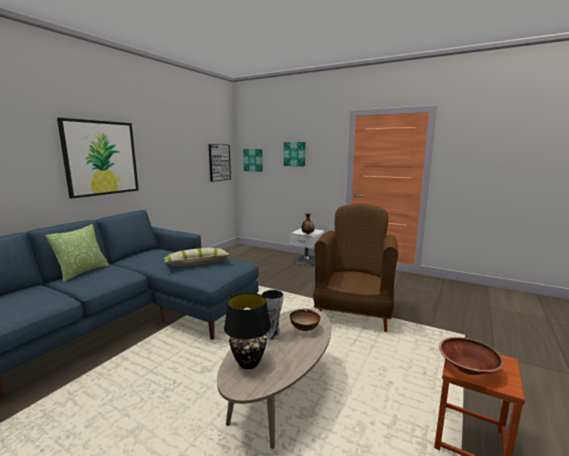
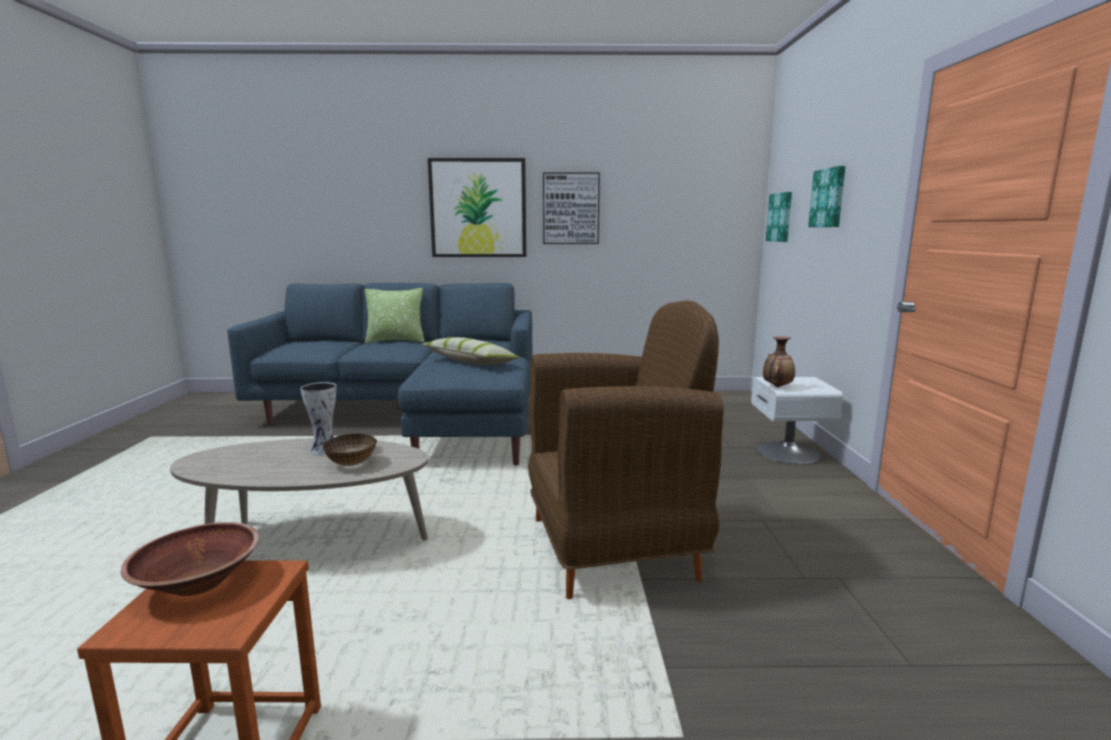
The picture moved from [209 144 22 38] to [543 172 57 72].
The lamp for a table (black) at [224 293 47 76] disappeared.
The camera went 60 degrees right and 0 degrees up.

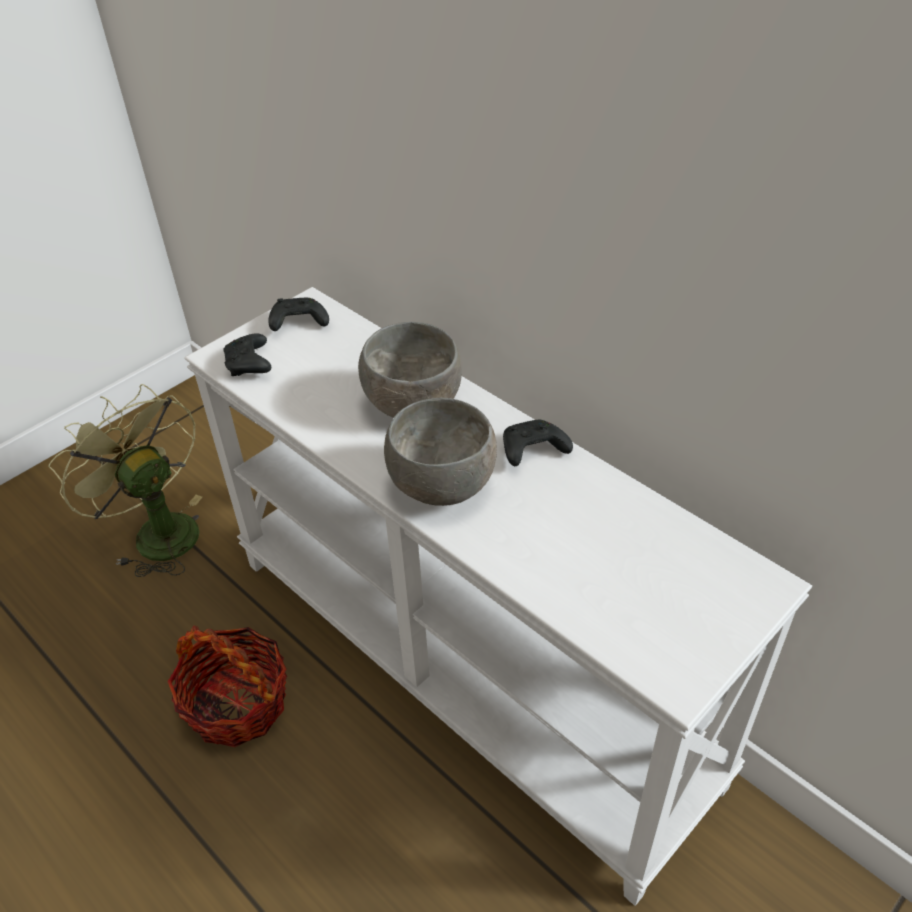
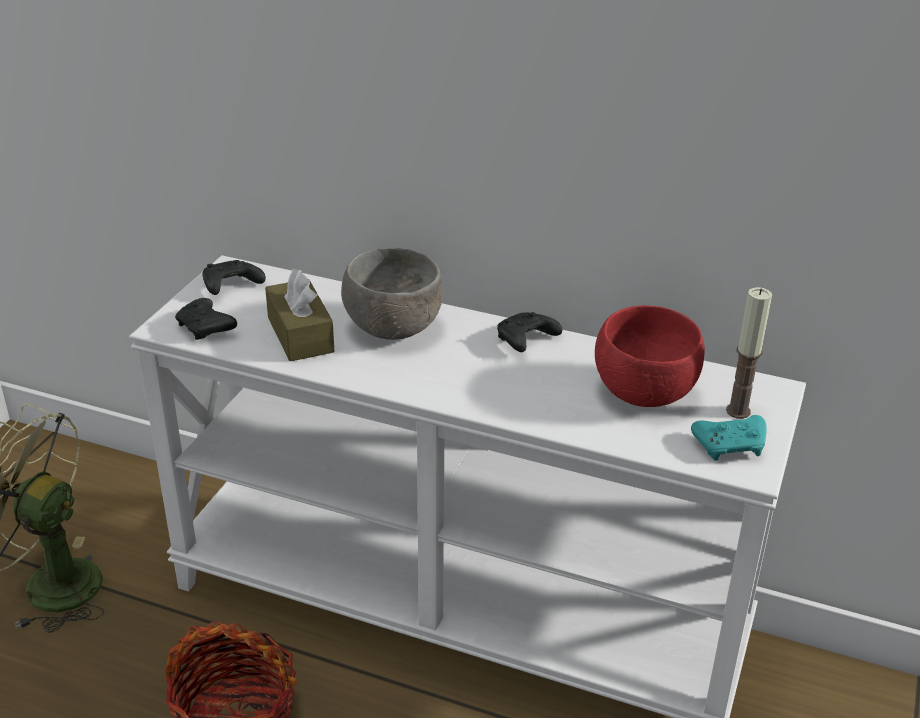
The bowl (grey) at [384 398 113 108] disappeared.
The box of tissues (brown-coloured) at [265 269 69 92] appeared.
The wax candle at [726 287 46 132] appeared.
The bowl (red-coloured) at [595 305 110 102] appeared.
The joypad (turquoise-coloured) at [691 415 75 46] appeared.
The camera went 25 degrees left and 10 degrees down.

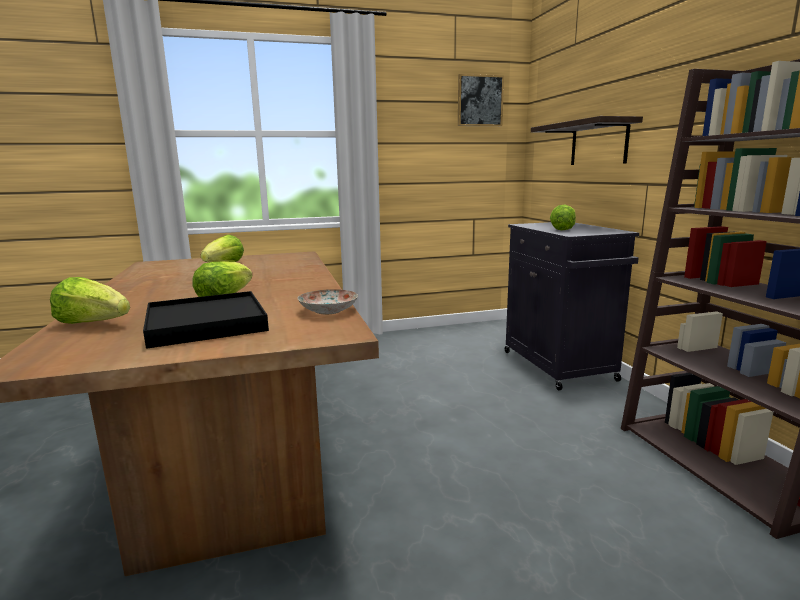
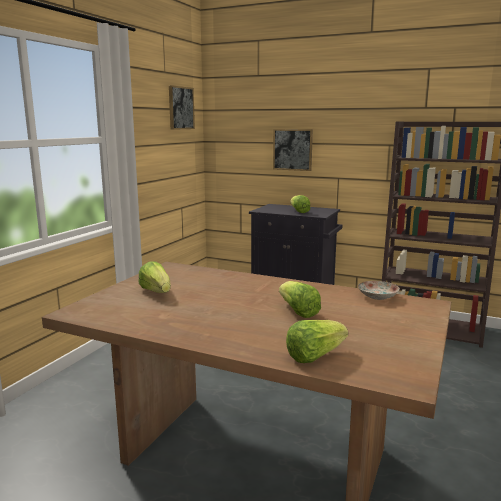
The bracket shelf at [531 116 112 49] was replaced by the picture at [273 129 40 42].
The carrying tray (black) at [143 291 126 58] disappeared.
The camera went 50 degrees left and 0 degrees up.

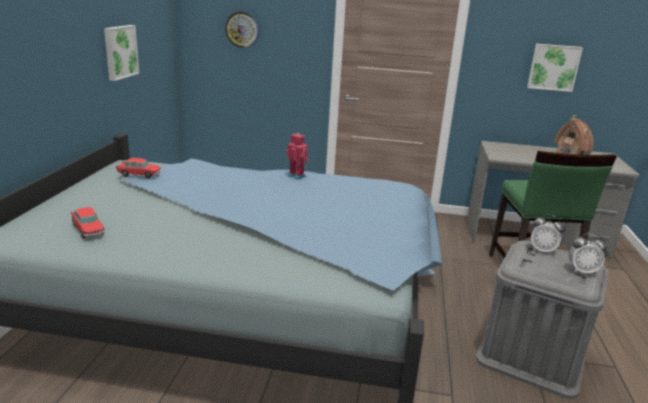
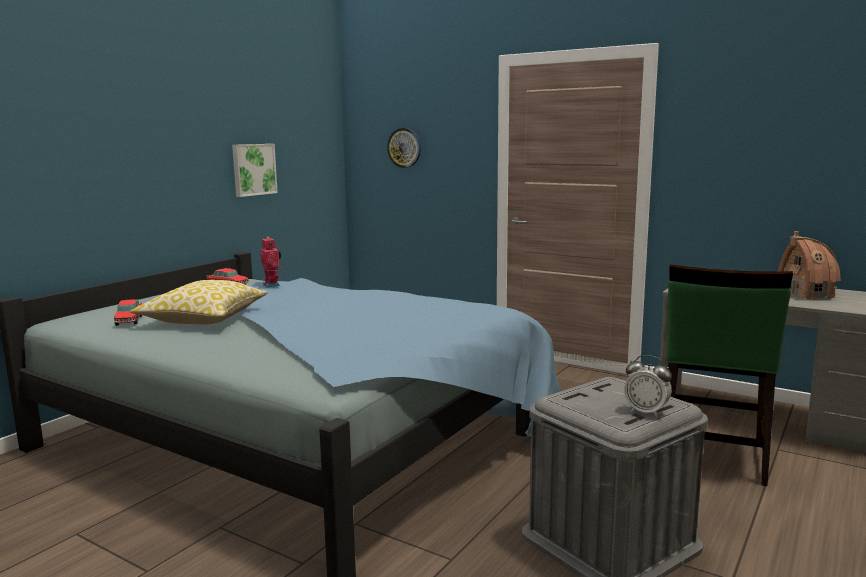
The picture at [527 44 56 48] disappeared.
The model robot moved from [286 132 24 48] to [261 237 20 50].
The alarm clock at [531 215 34 40] disappeared.
The cushion at [130 280 138 44] appeared.
The camera went 25 degrees right and 10 degrees down.

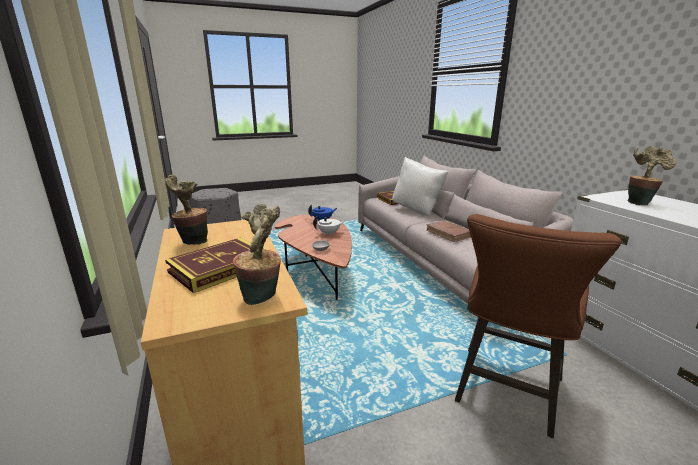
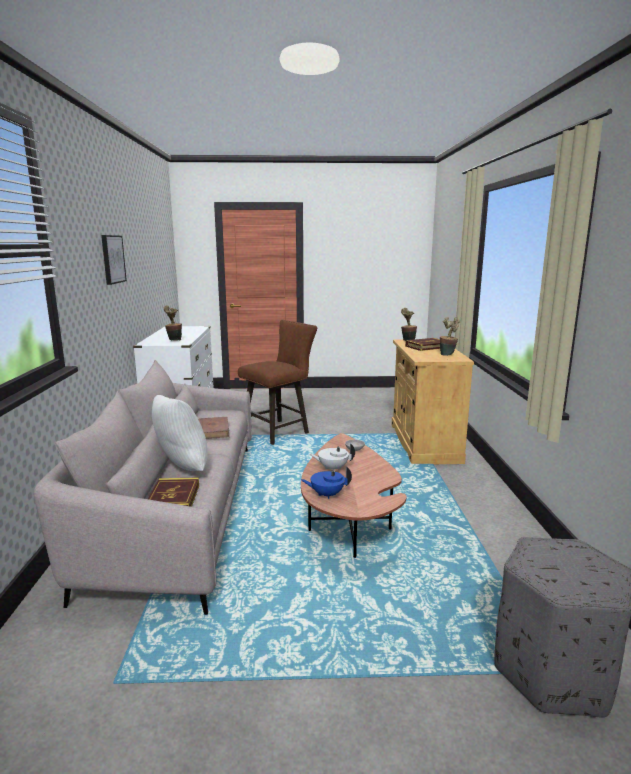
The picture at [101 235 26 50] appeared.
The camera went 160 degrees left and 5 degrees down.

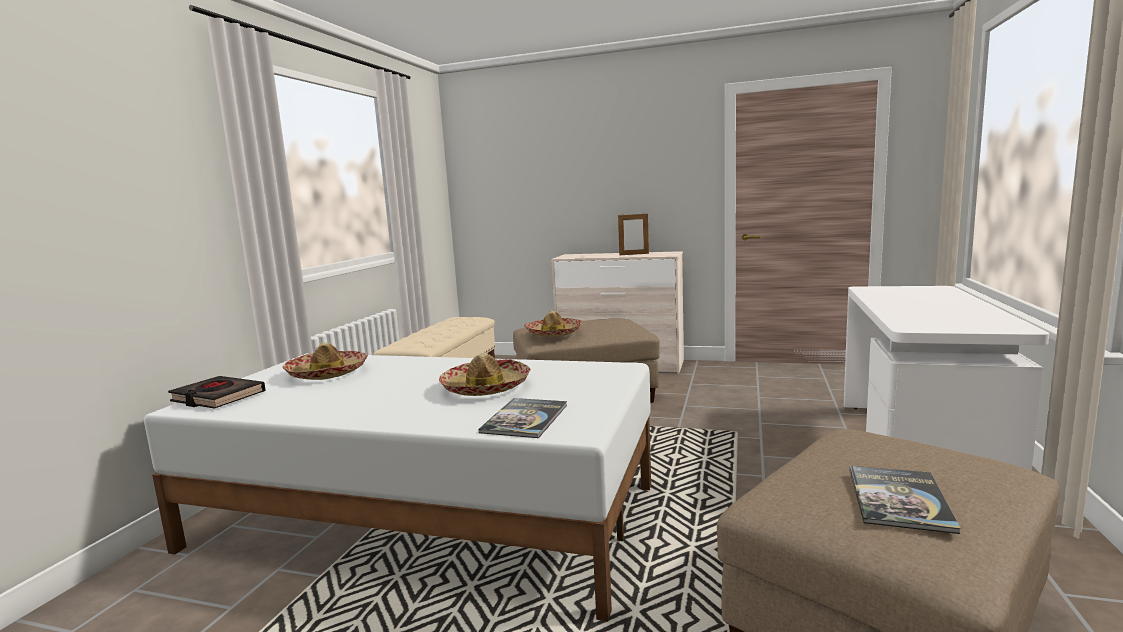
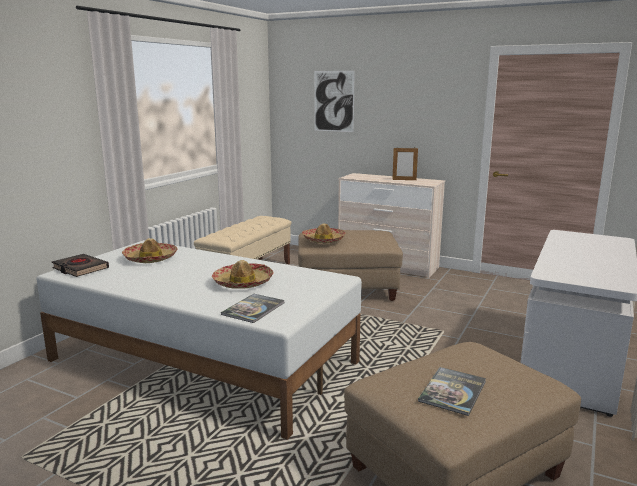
The picture at [314 71 41 61] appeared.
The camera went 10 degrees right and 5 degrees up.

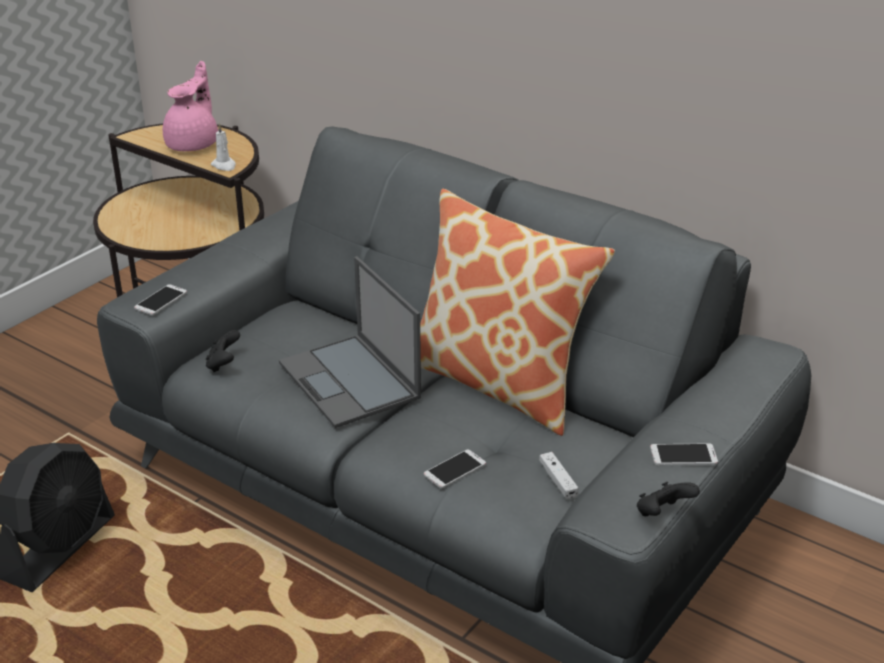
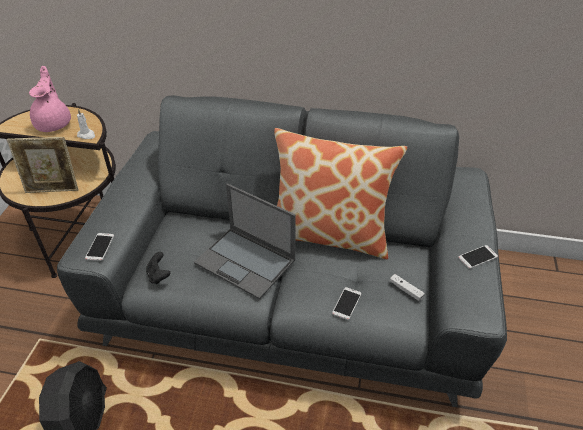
The joypad (black) at [637 482 63 34] disappeared.
The standing frame at [7 137 71 56] appeared.
The camera went 25 degrees left and 10 degrees up.

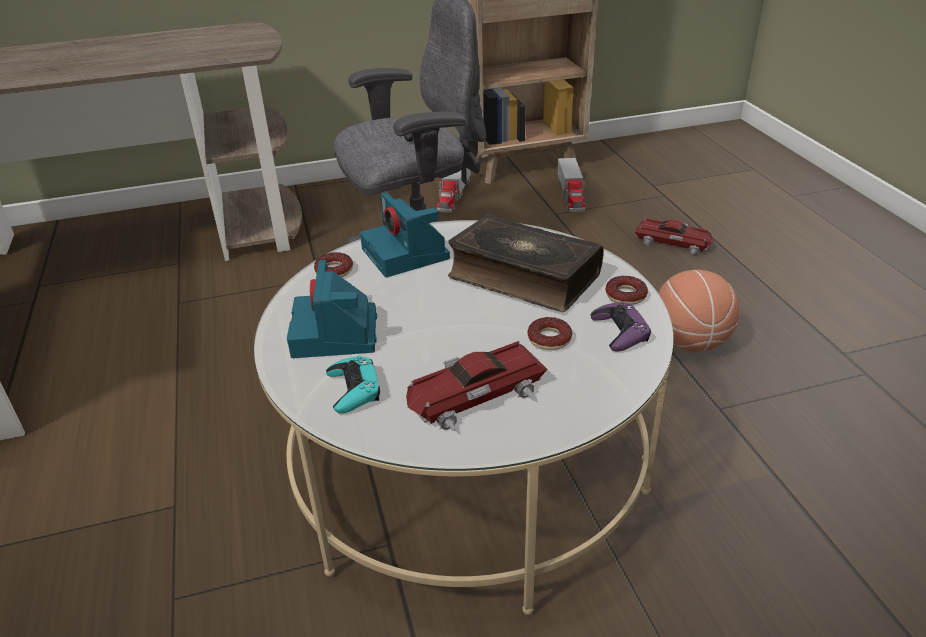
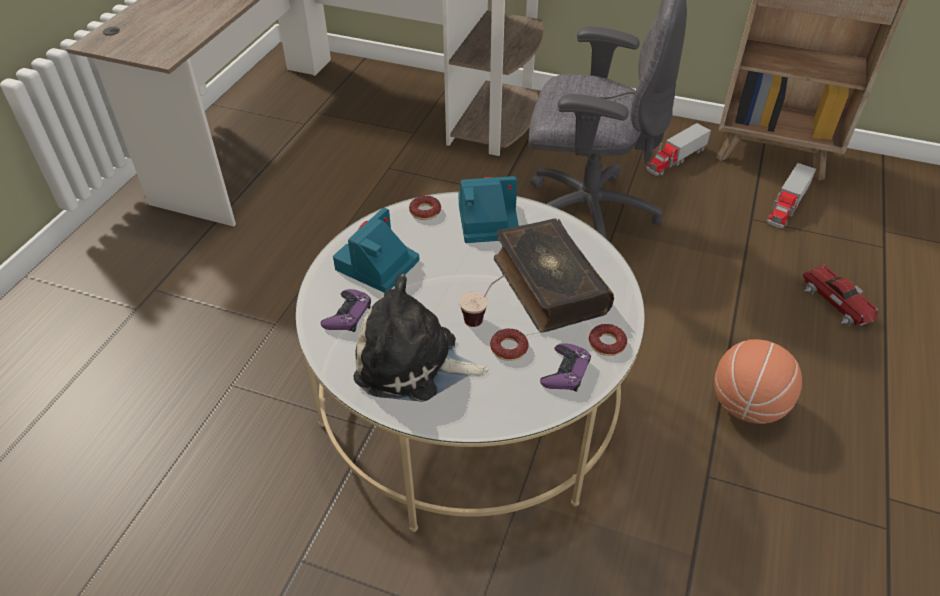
The still camera at [360 192 90 85] turned 75 degrees clockwise.
The model car at [406 341 142 90] was replaced by the cuddly toy at [354 273 134 129].
The joypad (turquoise-coloured) at [326 356 54 58] became the joypad (purplish) at [320 289 51 43].
The cup at [460 274 46 53] appeared.
The camera went 35 degrees right and 10 degrees up.

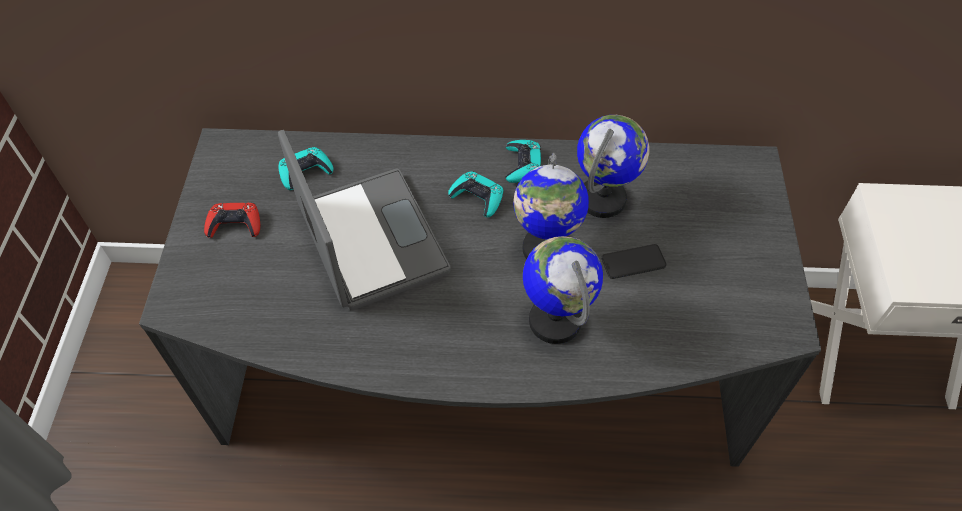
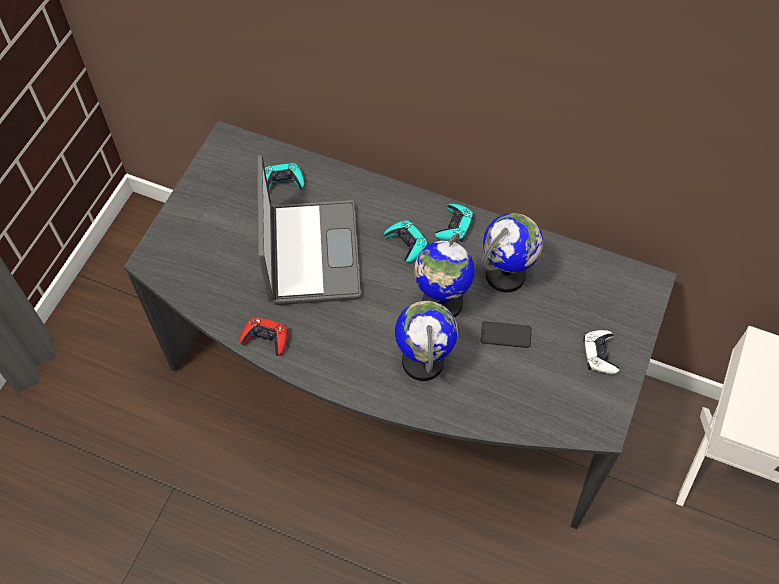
The joypad (red-coloured) moved from [204 203 56 35] to [239 316 48 40].
The joypad (white) at [583 330 37 44] appeared.
The camera went 20 degrees right and 5 degrees up.

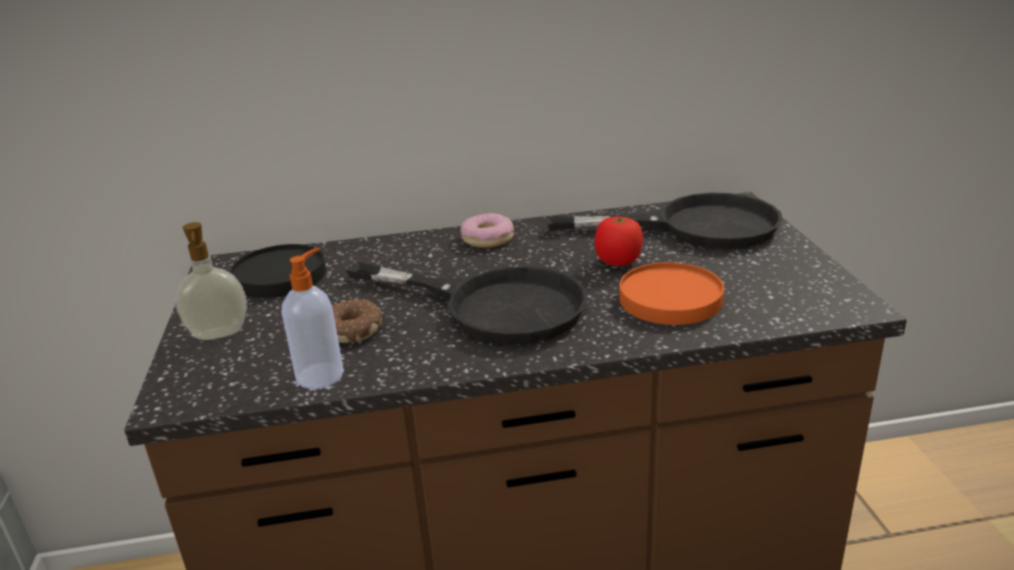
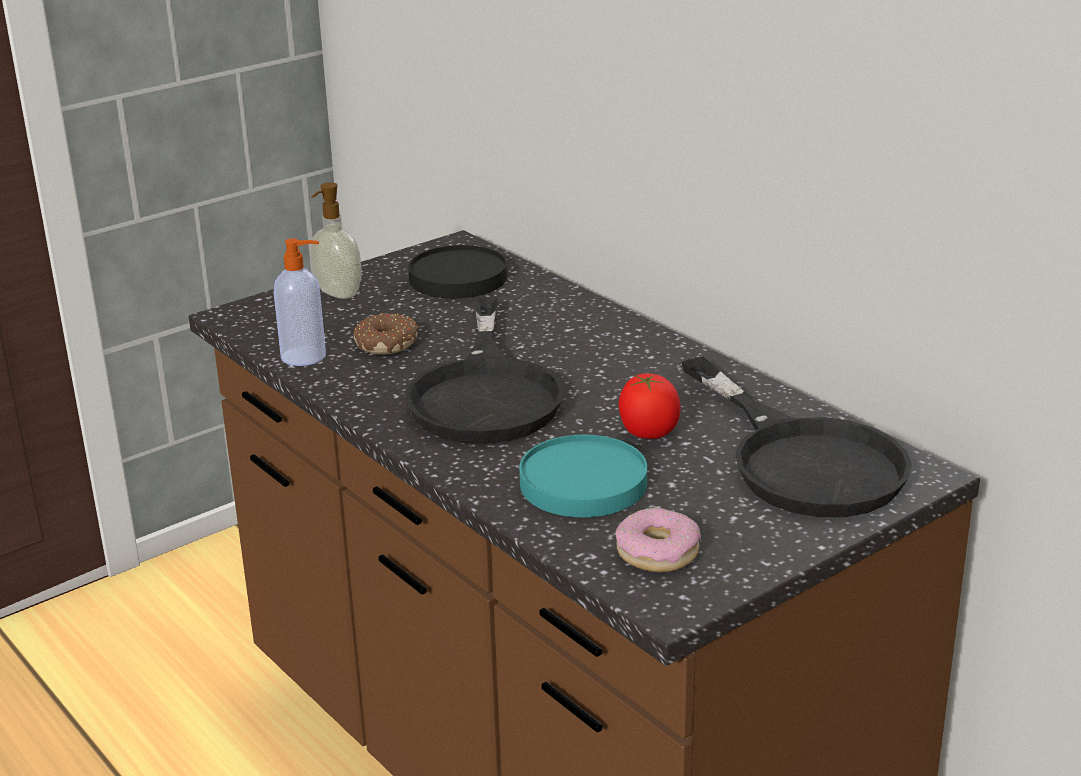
The donut moved from [461 213 53 35] to [616 508 85 64].
The flat dish (orange) at [619 262 105 63] became the flat dish (turquoise-coloured) at [519 435 128 82].
The camera went 60 degrees right and 0 degrees up.

